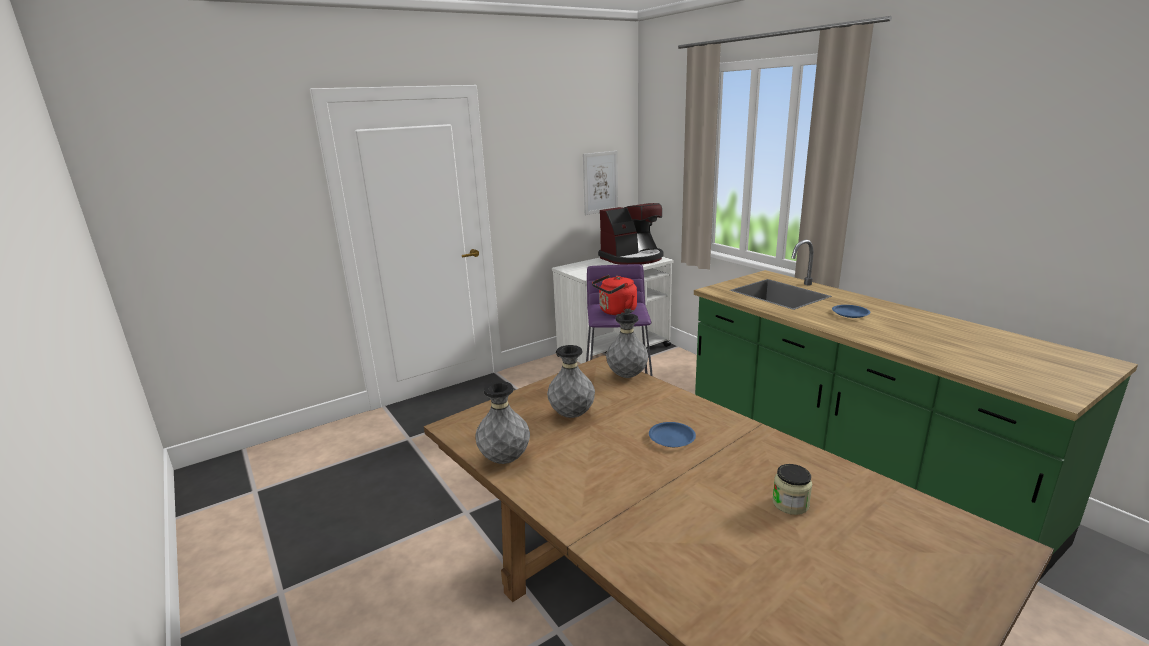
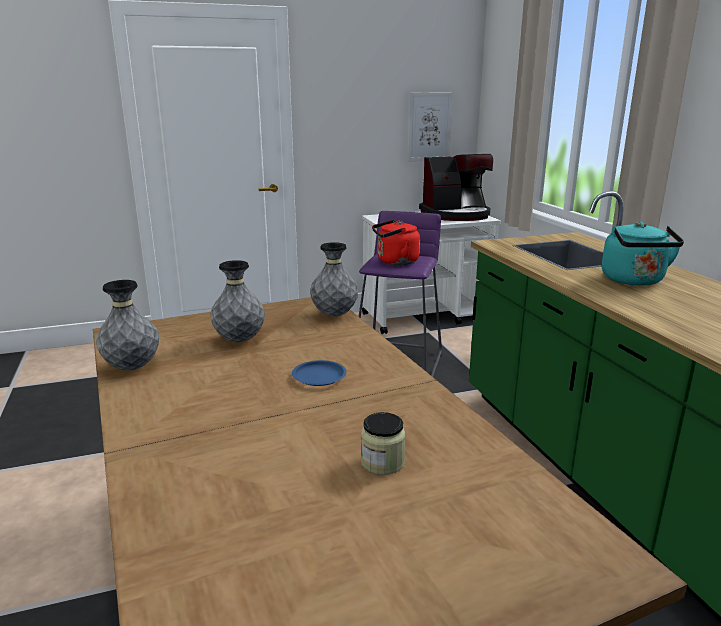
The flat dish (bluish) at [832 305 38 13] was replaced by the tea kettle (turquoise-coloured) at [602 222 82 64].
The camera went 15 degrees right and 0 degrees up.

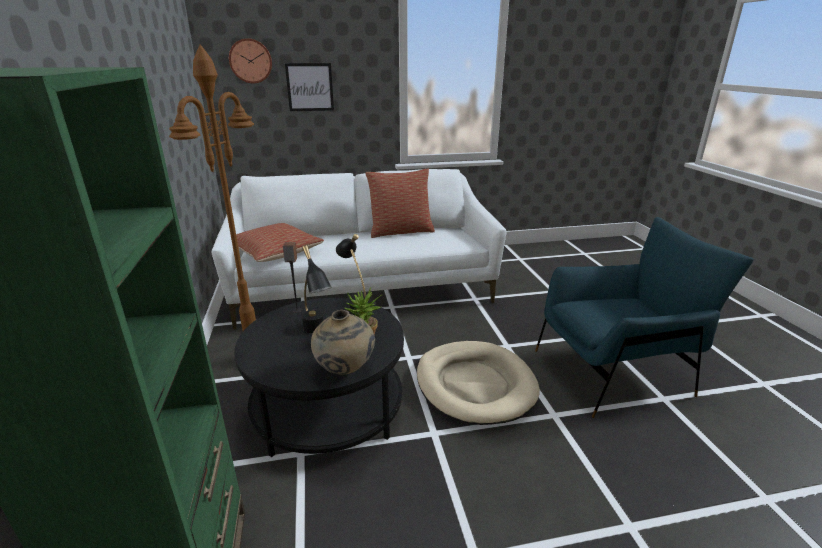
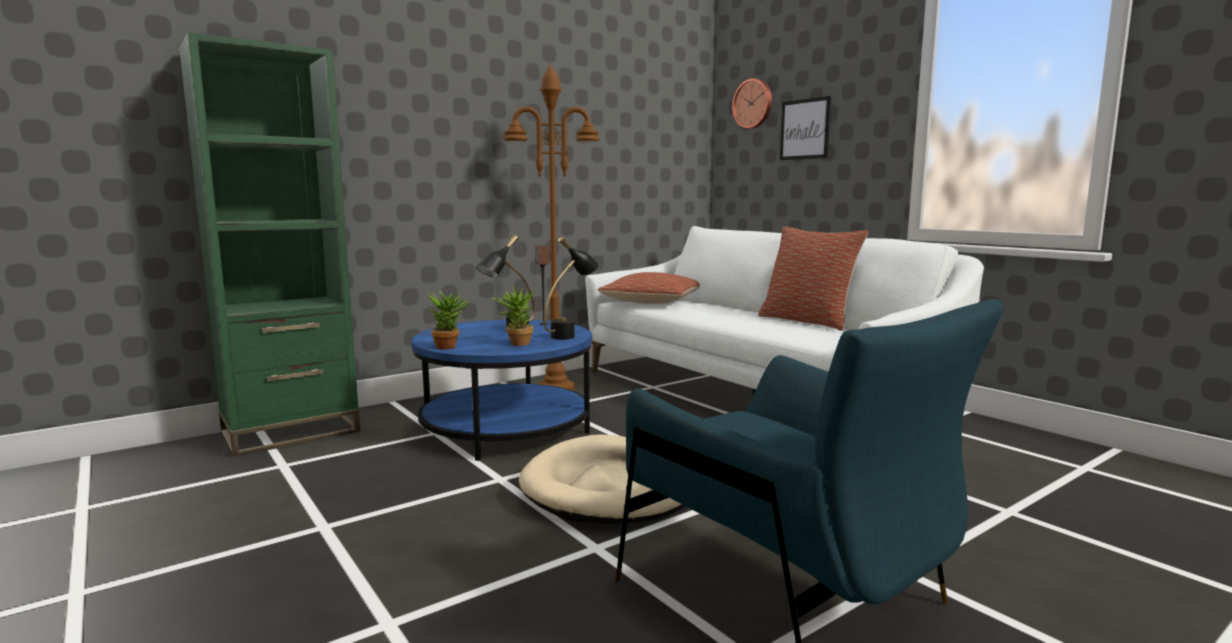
The coffee table (black) at [234 298 170 159] became the coffee table (bluish) at [411 320 181 141].
The vase (sand-coloured) at [311 310 64 65] was replaced by the potted plant at [427 291 44 59].
The camera went 65 degrees right and 15 degrees down.

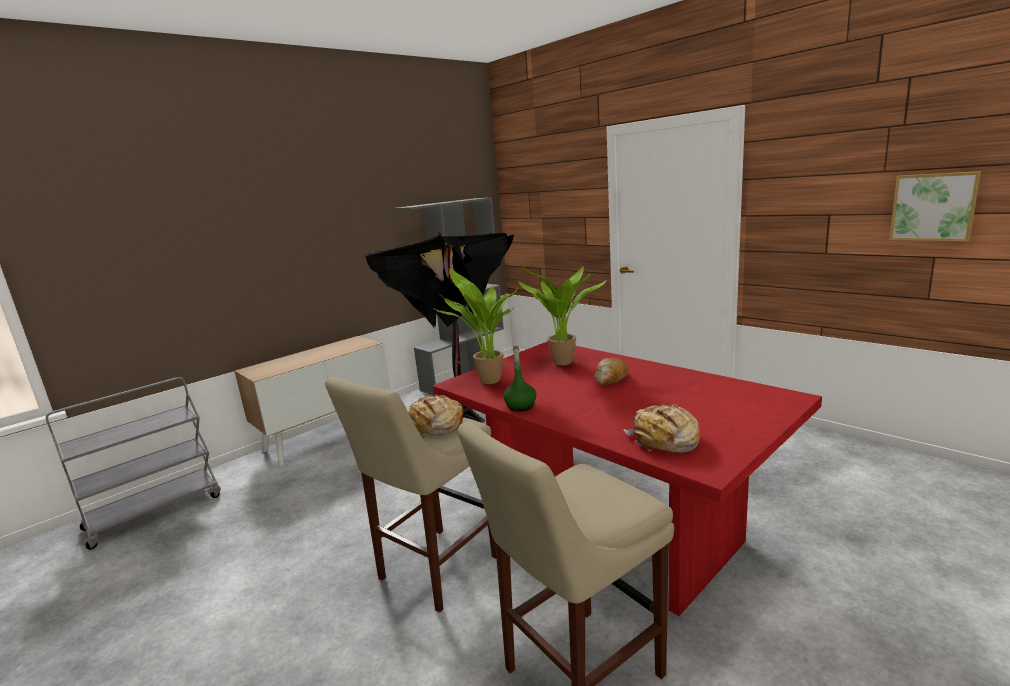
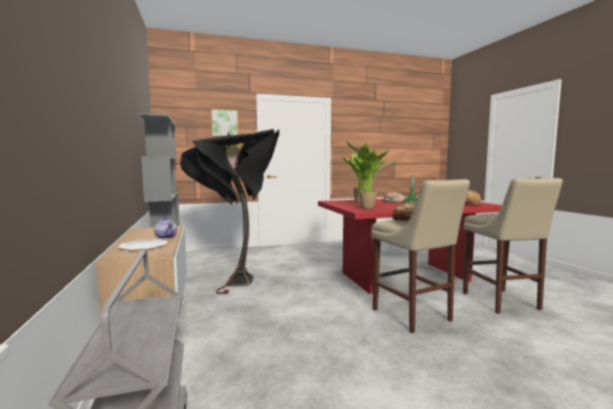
The picture moved from [889 171 92 70] to [211 109 28 27].
The teapot at [154 217 23 22] appeared.
The flat dish at [118 239 49 12] appeared.
The camera went 65 degrees left and 10 degrees down.

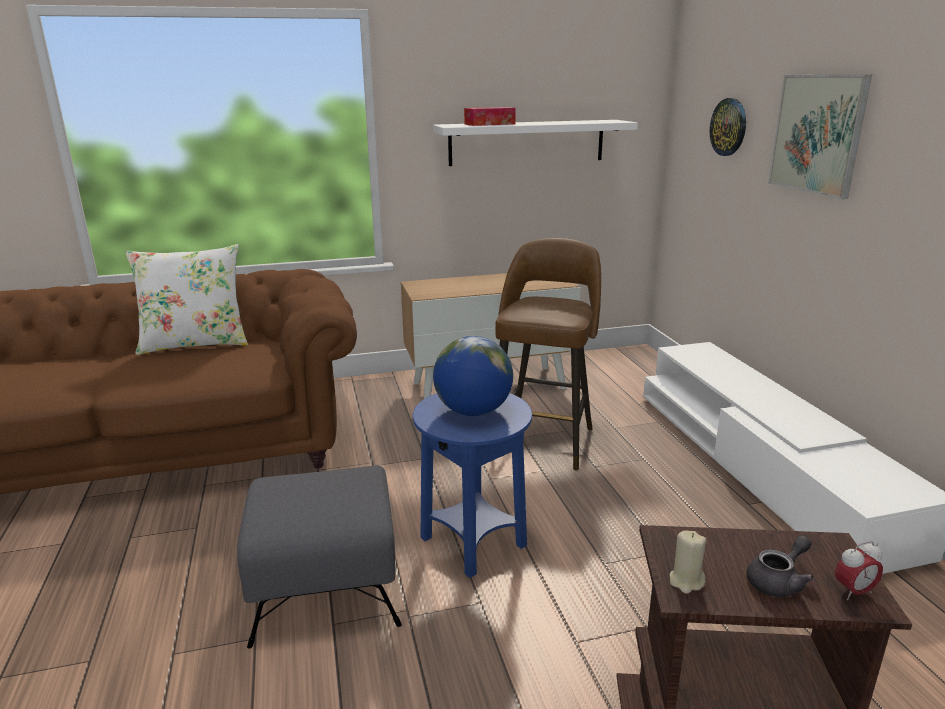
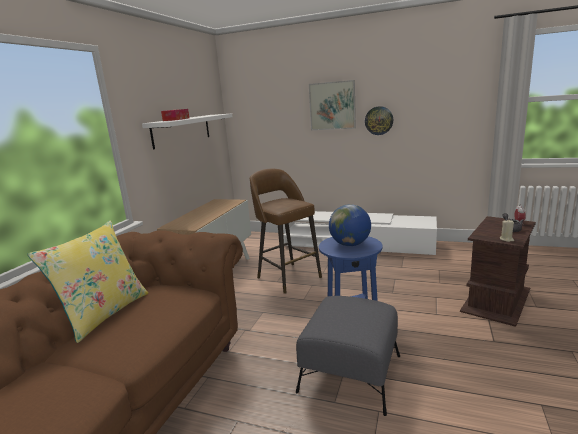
The clock on the wall moved from [710 98 36 58] to [365 106 28 29].
The cushion (white) at [126 244 122 111] became the cushion (yellow) at [27 220 121 123].
The camera went 55 degrees left and 5 degrees down.

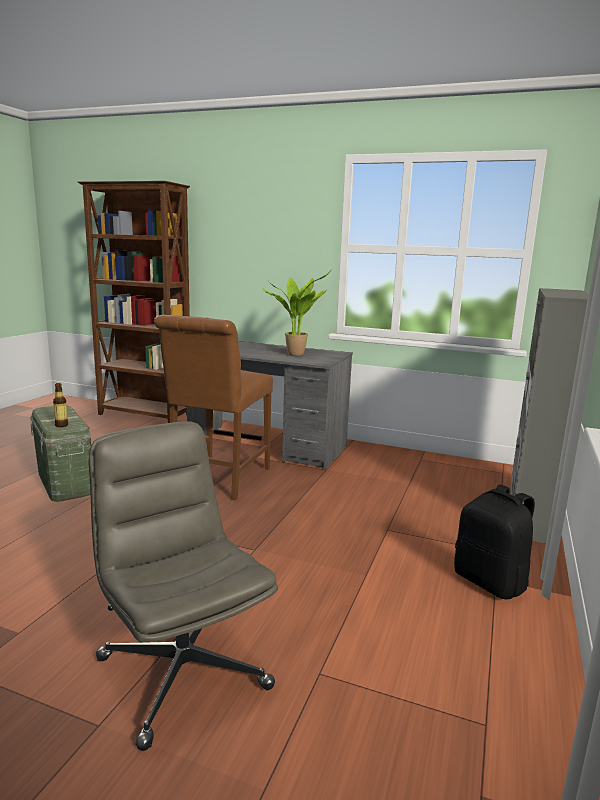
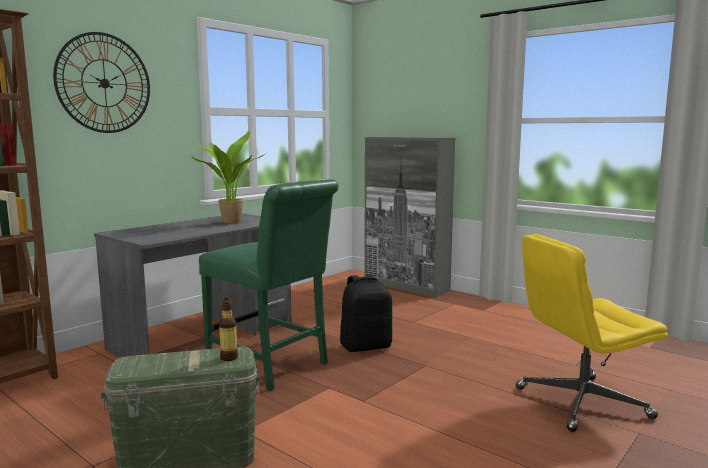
The plain chair (brown-coloured) at [154 315 119 185] became the plain chair (green) at [199 179 140 212].
The office chair (grey) at [89 421 189 330] became the office chair (yellow) at [516 234 152 198].
The backpack (black) moved from [454 484 81 115] to [340 274 52 78].
The clock on the wall at [53 32 97 101] appeared.
The camera went 70 degrees left and 5 degrees down.

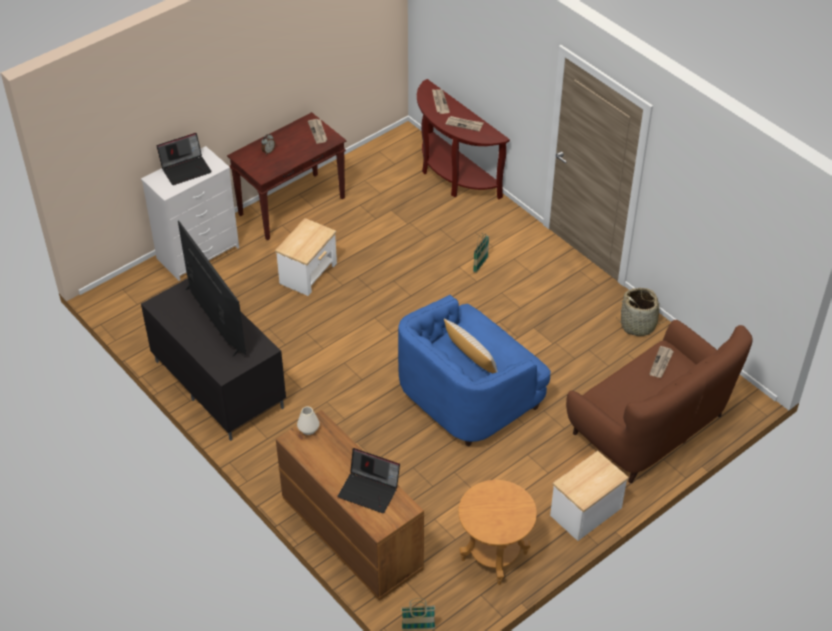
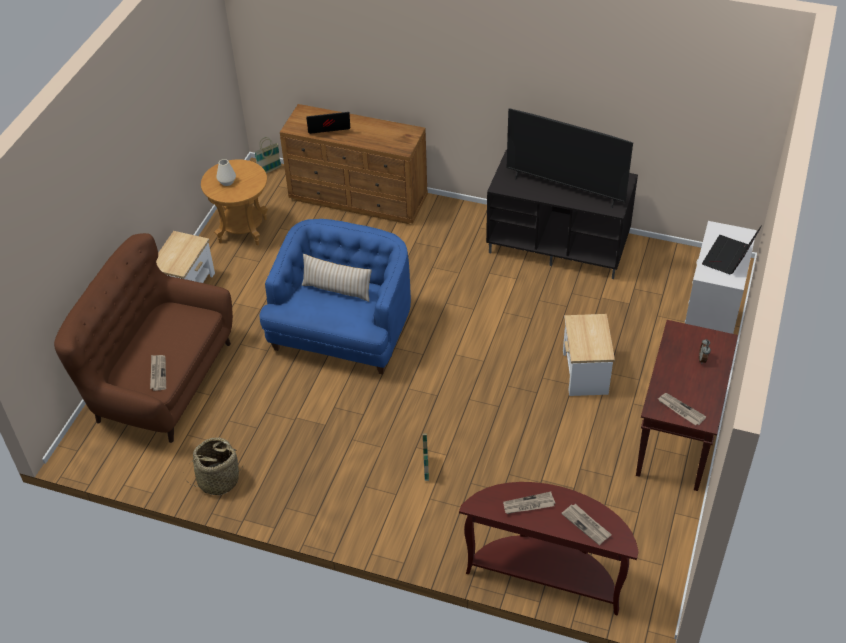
The vase (white) moved from [297 406 23 29] to [217 159 19 27].
The camera went 150 degrees right and 0 degrees up.

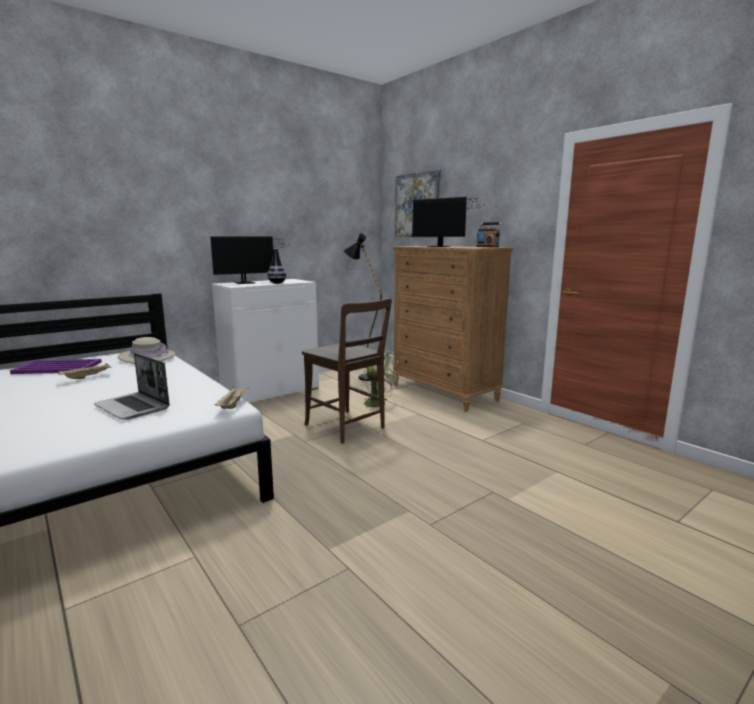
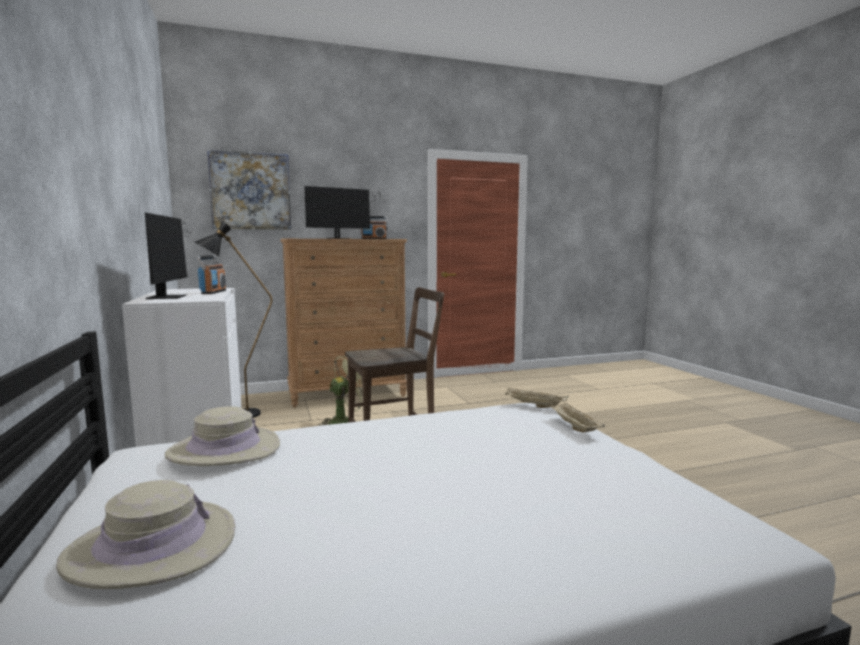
The vase at [268 248 18 36] was replaced by the radio receiver at [195 255 31 39].
The portable computer at [94 353 76 67] disappeared.
The carrying tray (purplish) at [10 359 92 15] was replaced by the clothing hat (sand-coloured) at [56 480 180 109].
The carrying tray (sand-coloured) moved from [58 363 54 16] to [549 402 56 30].
The camera went 70 degrees left and 5 degrees down.

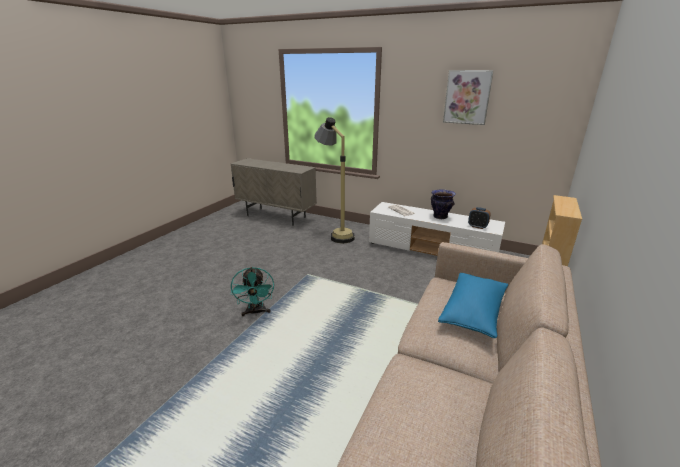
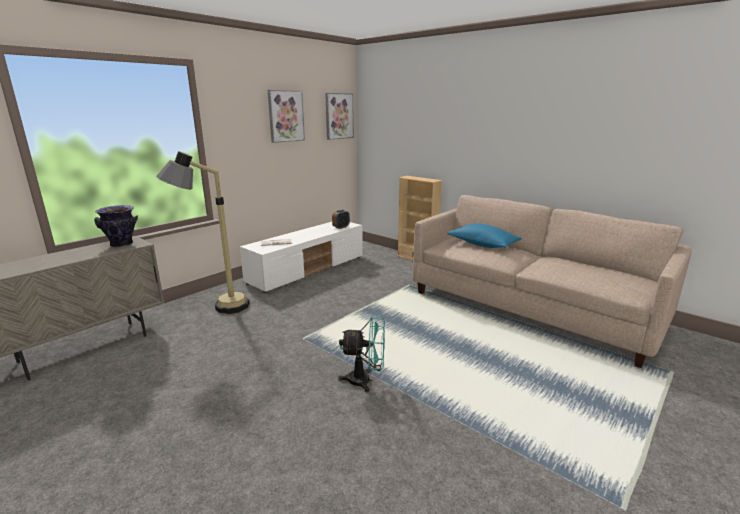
The vase moved from [431 190 25 29] to [94 205 44 42].
The picture at [325 93 29 47] appeared.
The camera went 75 degrees left and 5 degrees down.

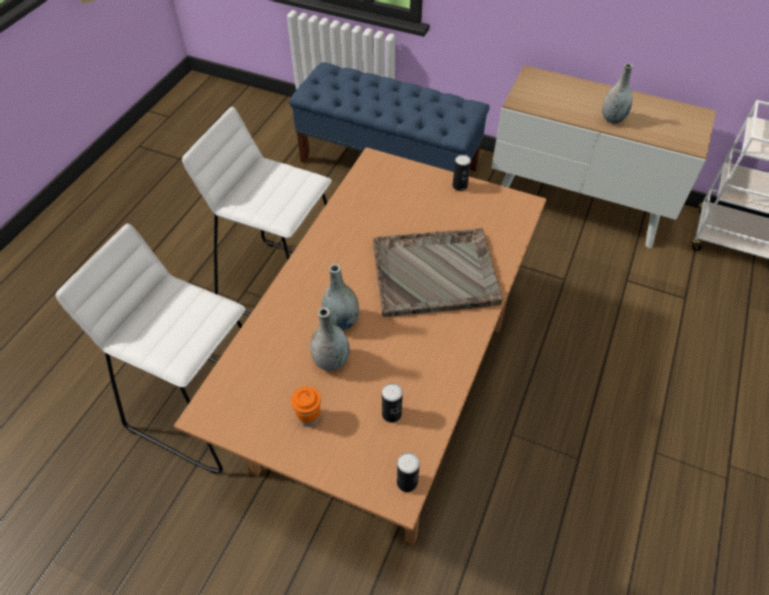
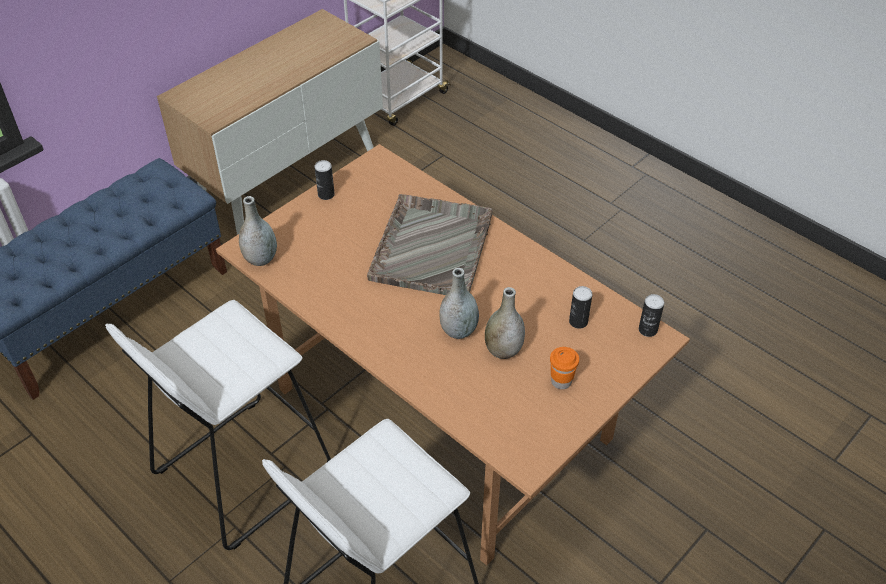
The vase (grey) moved from [602 63 31 61] to [239 196 38 70].
The camera went 70 degrees left and 5 degrees down.

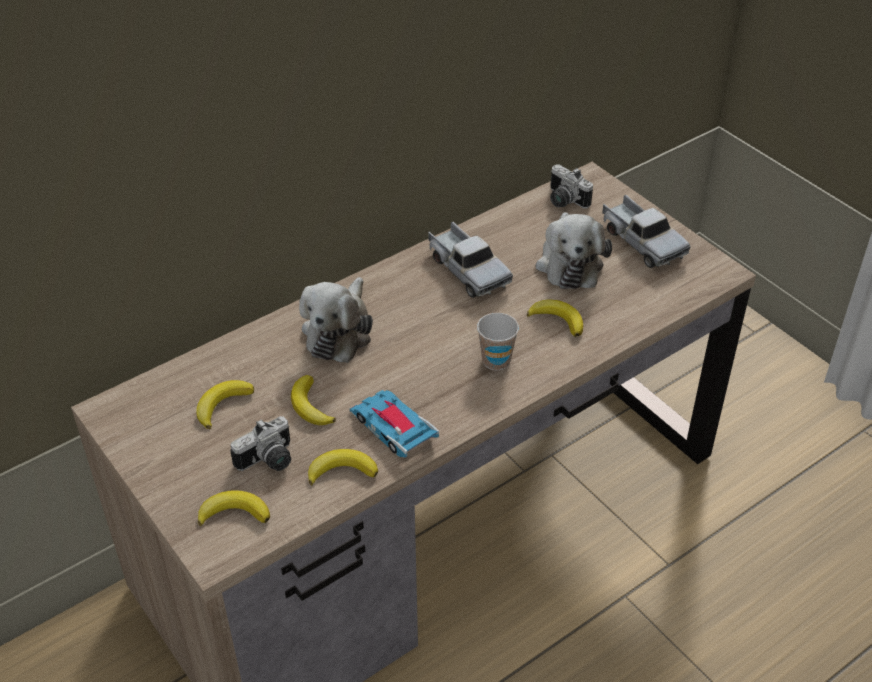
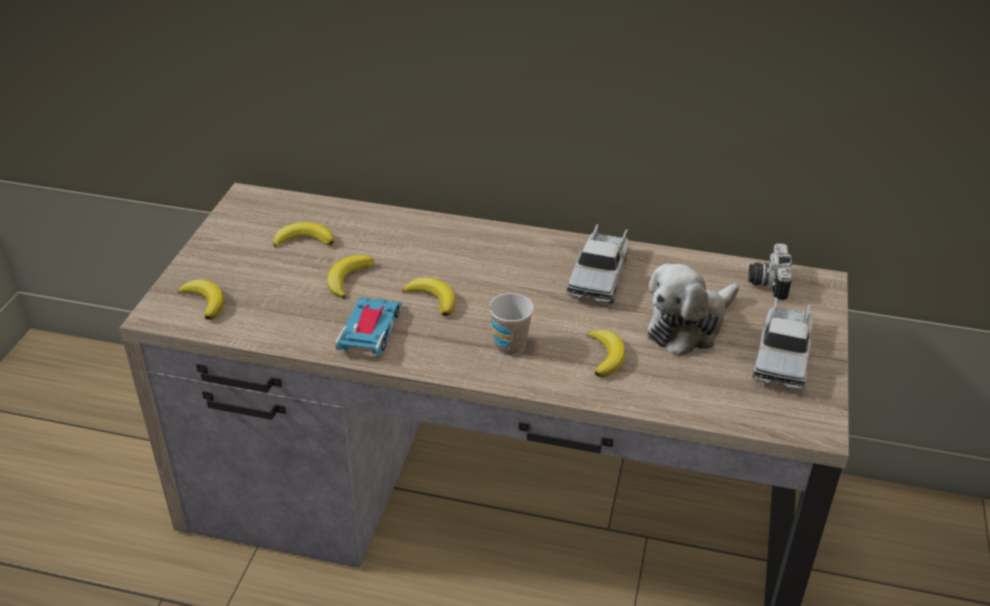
The cuddly toy at [299 277 74 86] disappeared.
The still camera at [230 416 61 55] disappeared.
The banana moved from [308 449 70 36] to [403 277 52 39].
The camera went 50 degrees right and 5 degrees down.

